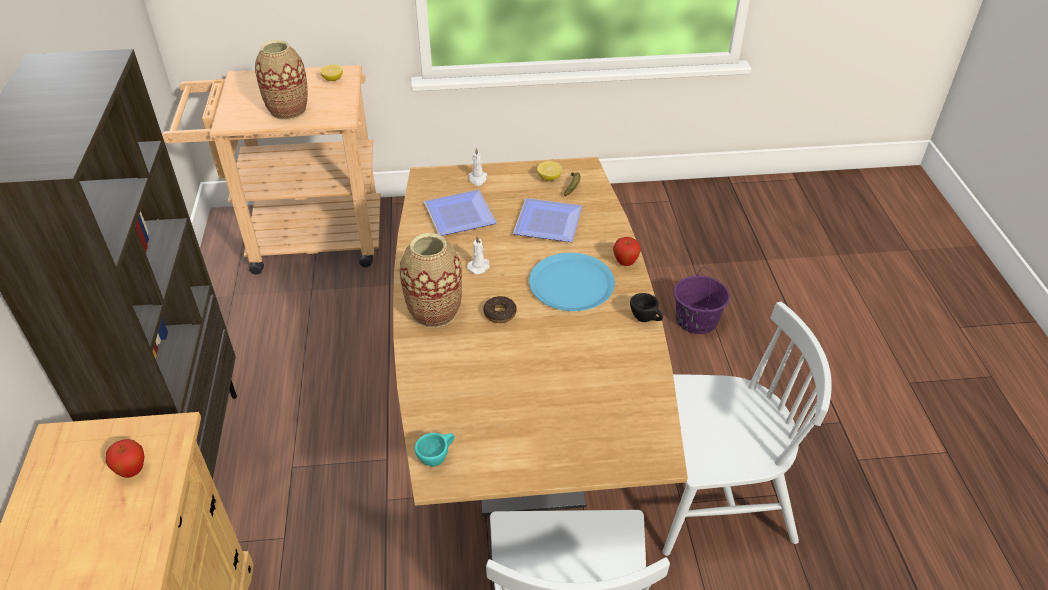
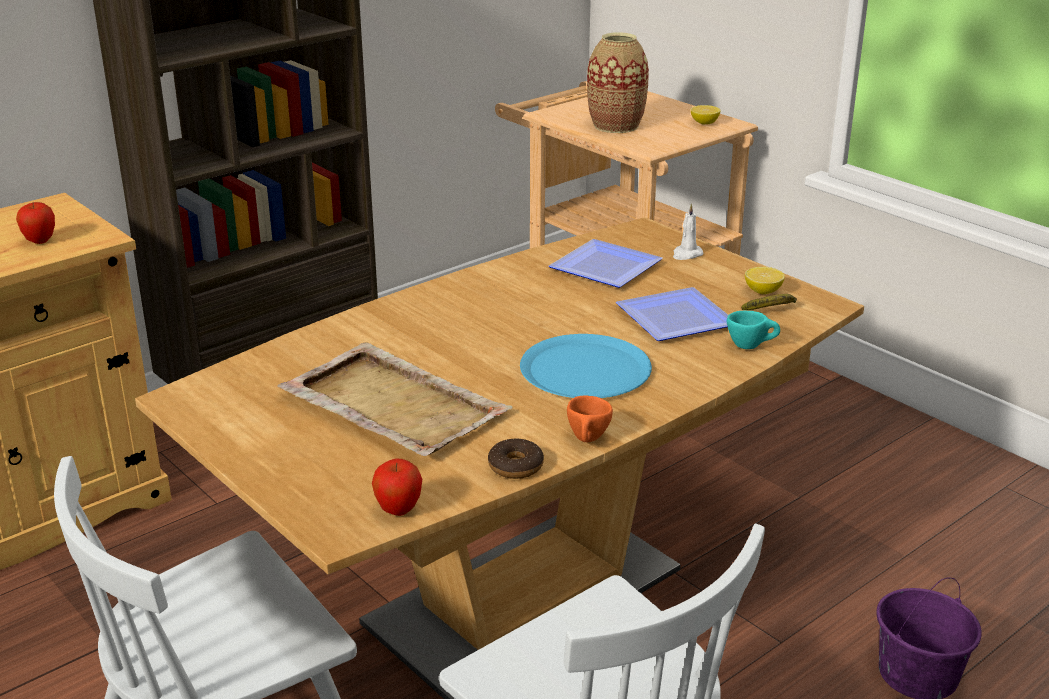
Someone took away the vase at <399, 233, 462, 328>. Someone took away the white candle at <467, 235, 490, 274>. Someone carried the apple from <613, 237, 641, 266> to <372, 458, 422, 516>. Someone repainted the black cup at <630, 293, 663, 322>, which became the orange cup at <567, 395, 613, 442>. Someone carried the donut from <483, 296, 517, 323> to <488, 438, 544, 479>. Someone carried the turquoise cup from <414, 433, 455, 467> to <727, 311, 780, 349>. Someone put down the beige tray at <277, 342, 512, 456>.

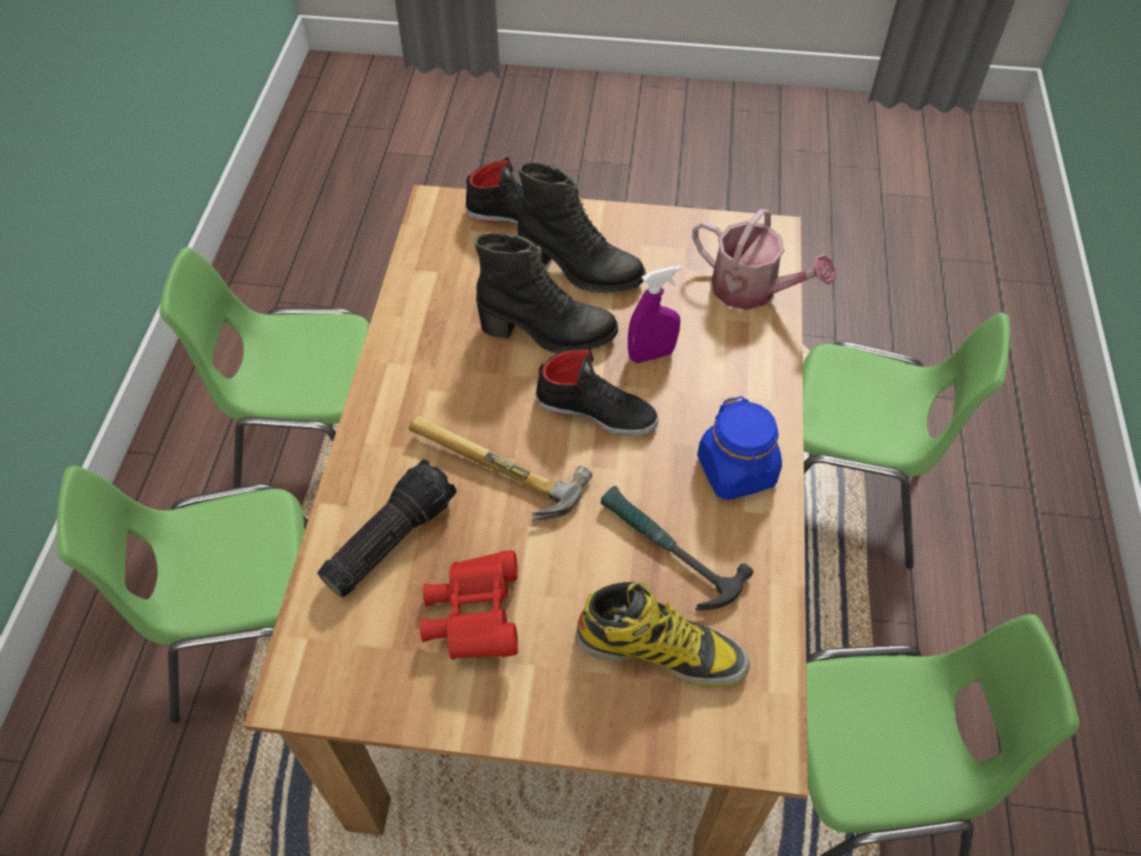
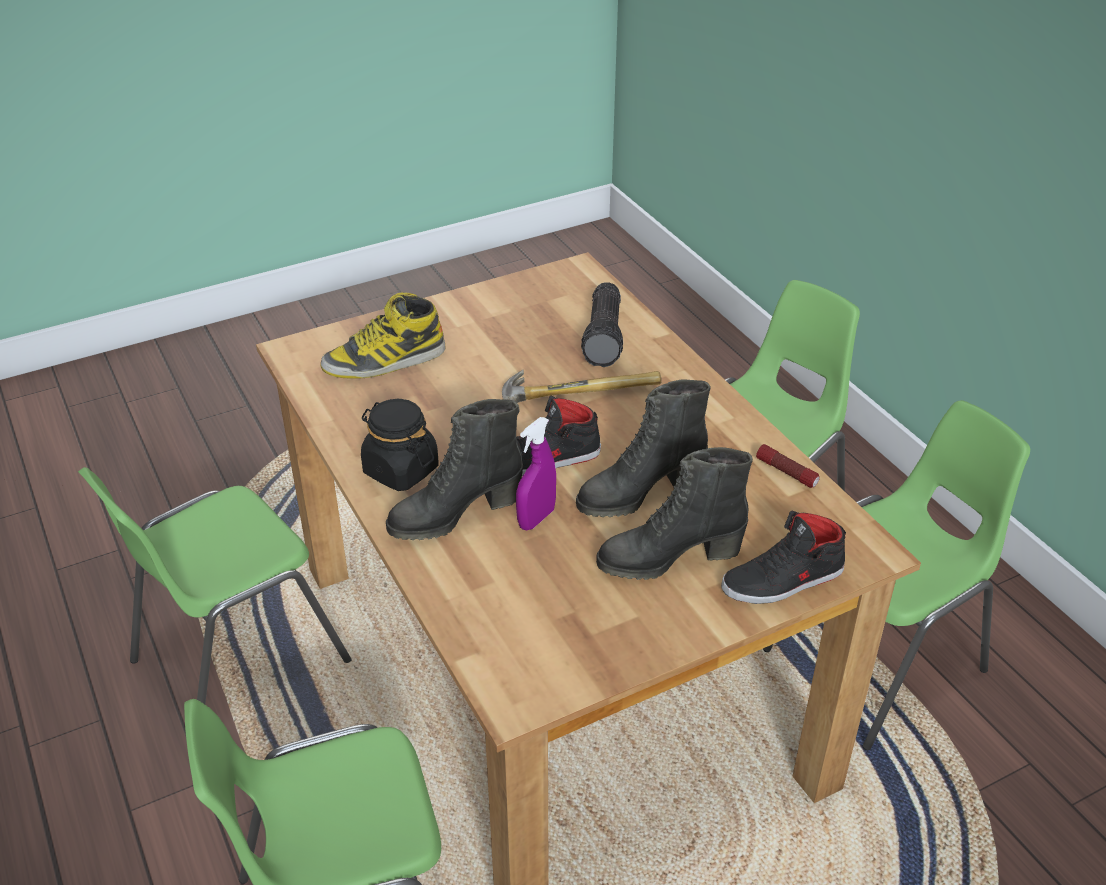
Someone took away the watering can at <692, 209, 836, 310>. Someone repainted the blue jar at <697, 396, 782, 500>, which became the black jar at <361, 399, 439, 491>. Someone took away the hammer at <601, 486, 753, 611>. Someone took away the red binoculars at <420, 550, 518, 659>. Someone put down the black boot at <386, 399, 523, 540>. Someone put down the flashlight at <756, 444, 820, 488>.

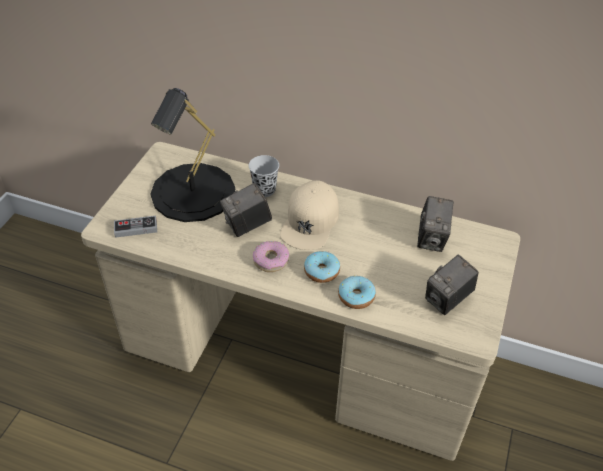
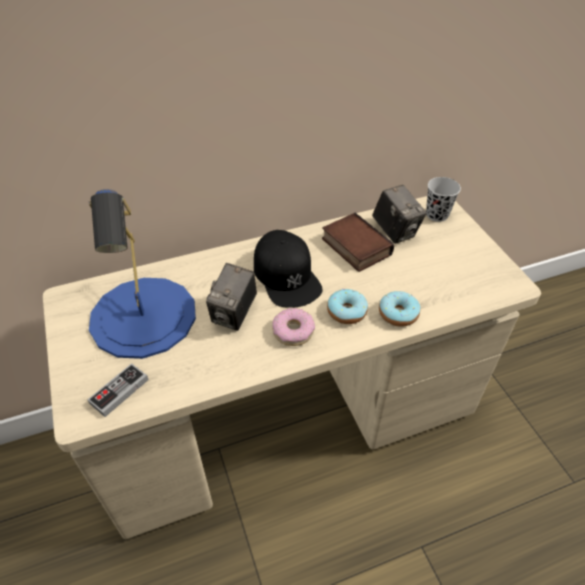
Someone repainted the black table lamp at <150, 88, 235, 222>, which became the blue table lamp at <89, 189, 196, 359>. Someone carried the black cup from <249, 155, 279, 197> to <426, 177, 461, 222>. Someone repainted the beige cap at <280, 180, 339, 250>, which became the black cap at <254, 230, 323, 308>. Someone took away the photo camera at <425, 254, 479, 315>. Someone put down the book at <322, 213, 394, 272>.

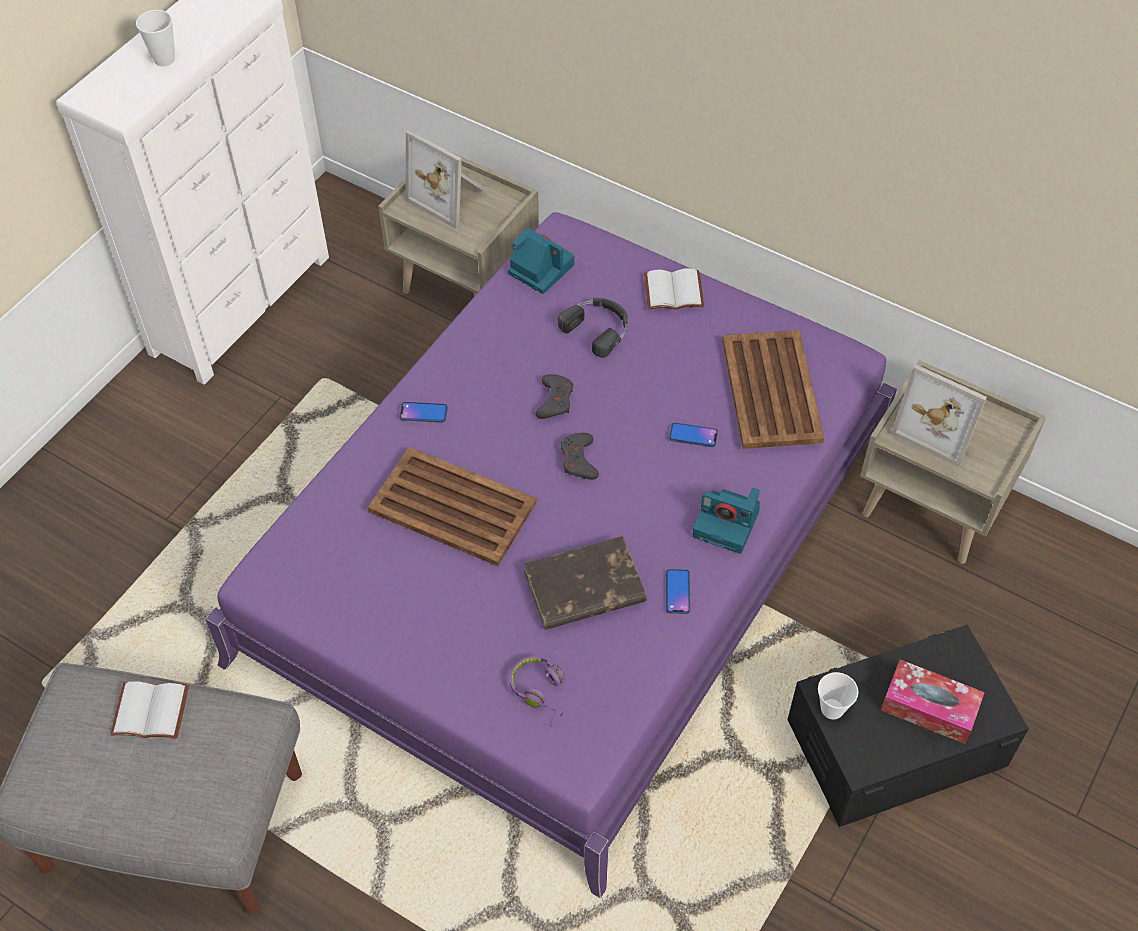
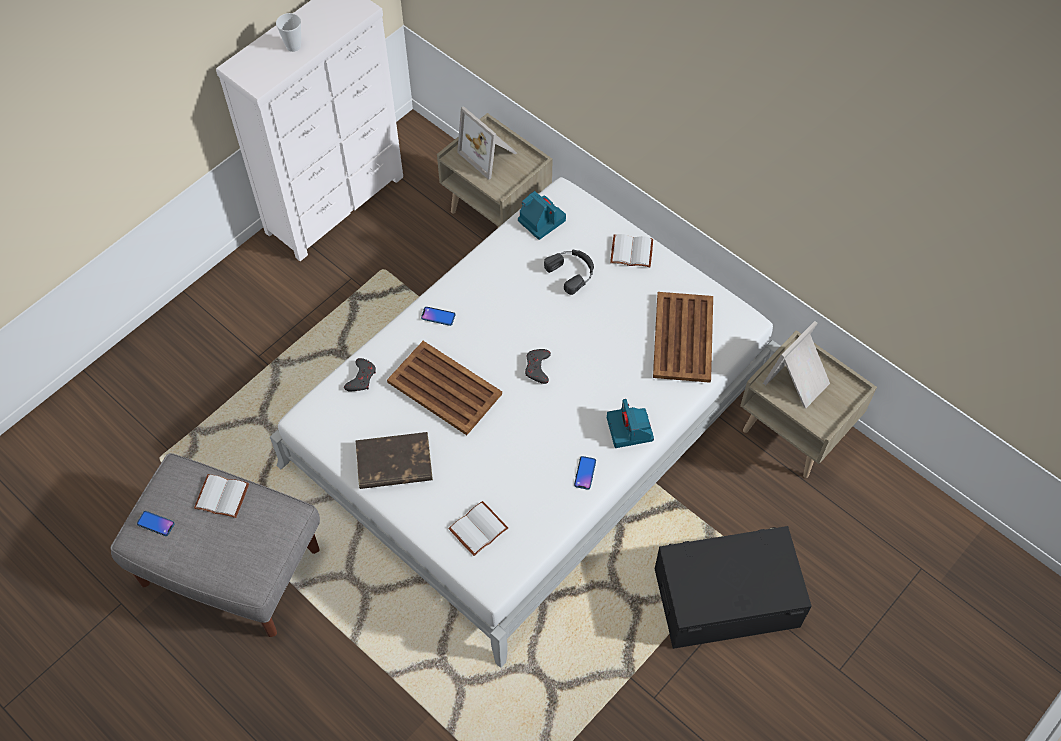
Someone repainted the purple bed at <206, 212, 897, 898>, which became the white bed at <270, 177, 781, 668>. Someone rotated the picture frame at <891, 364, 987, 467> by 90 degrees clockwise. Someone carried the grey game controller from <535, 374, 573, 419> to <344, 358, 376, 391>. Someone carried the phone from <669, 422, 718, 447> to <137, 511, 175, 536>. Someone rotated the photo camera at <692, 488, 760, 554> by 45 degrees clockwise. Someone carried the brown book from <523, 536, 647, 630> to <356, 432, 433, 489>. Someone swapped the purple headphones at <510, 656, 564, 727> for the white book at <448, 501, 508, 556>. Someone took away the tissue box at <881, 659, 985, 744>. Someone took away the cup at <818, 672, 858, 720>.

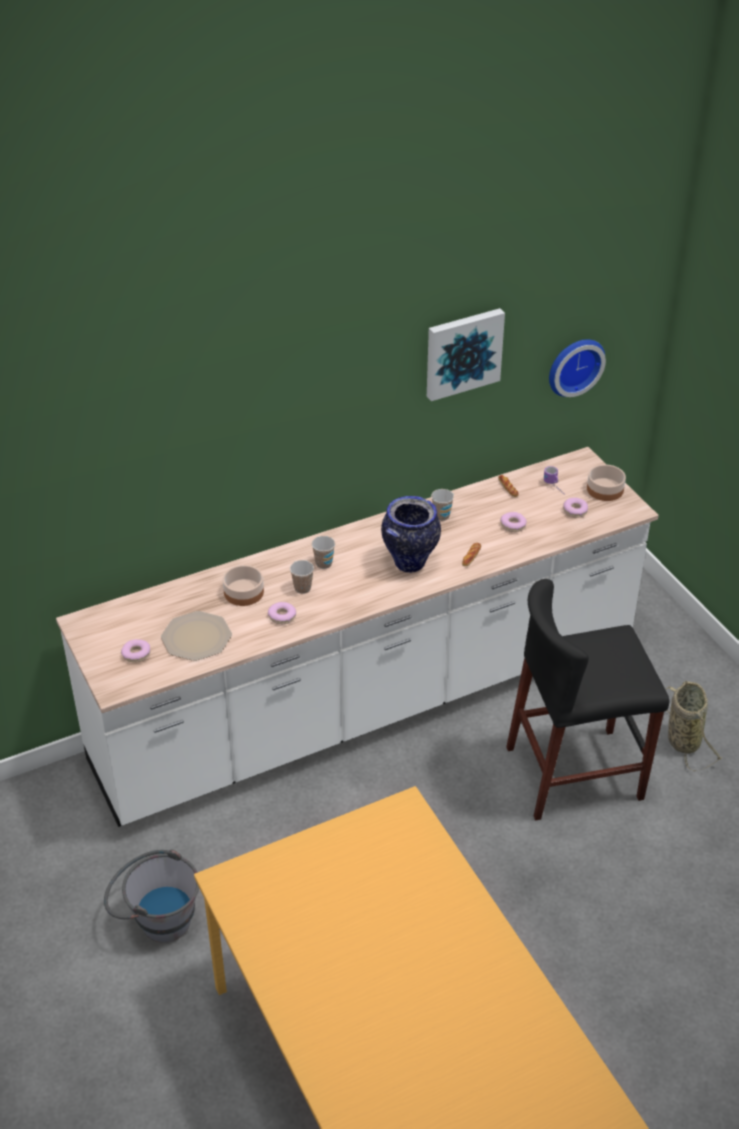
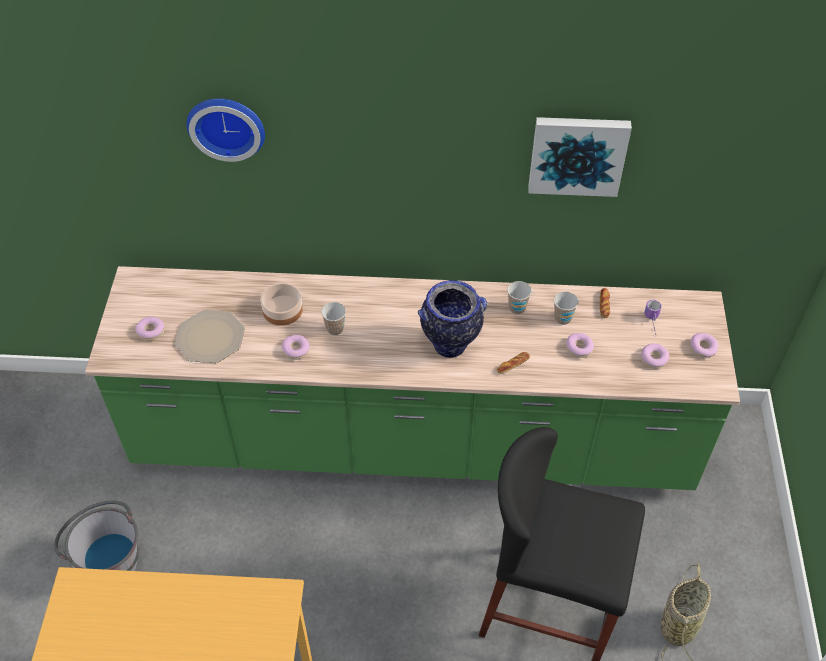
Someone carried the wall clock from <549, 339, 606, 397> to <186, 99, 265, 162>. Someone repainted the white counter at <56, 447, 659, 827>, which became the green counter at <85, 266, 740, 490>. Someone swapped the bowl at <587, 465, 626, 501> for the donut at <690, 333, 718, 358>. Someone carried the cup from <312, 536, 335, 569> to <554, 291, 578, 325>.

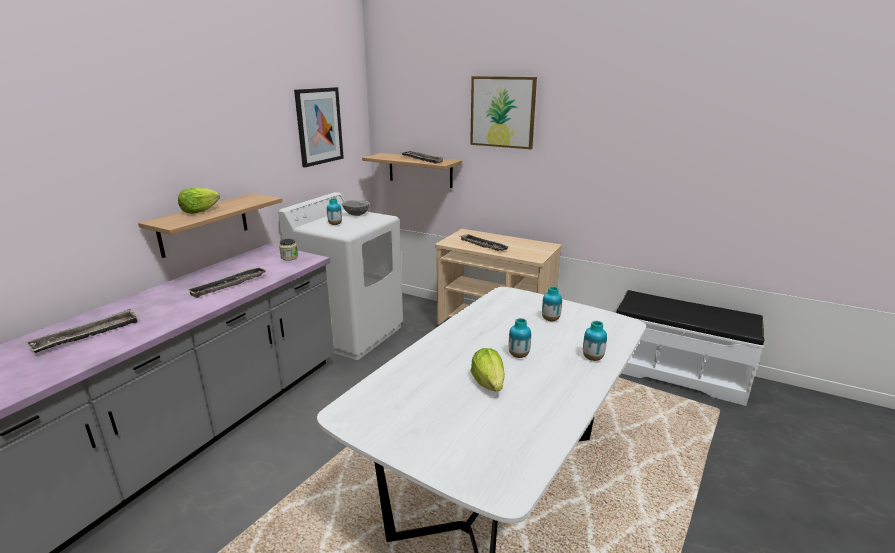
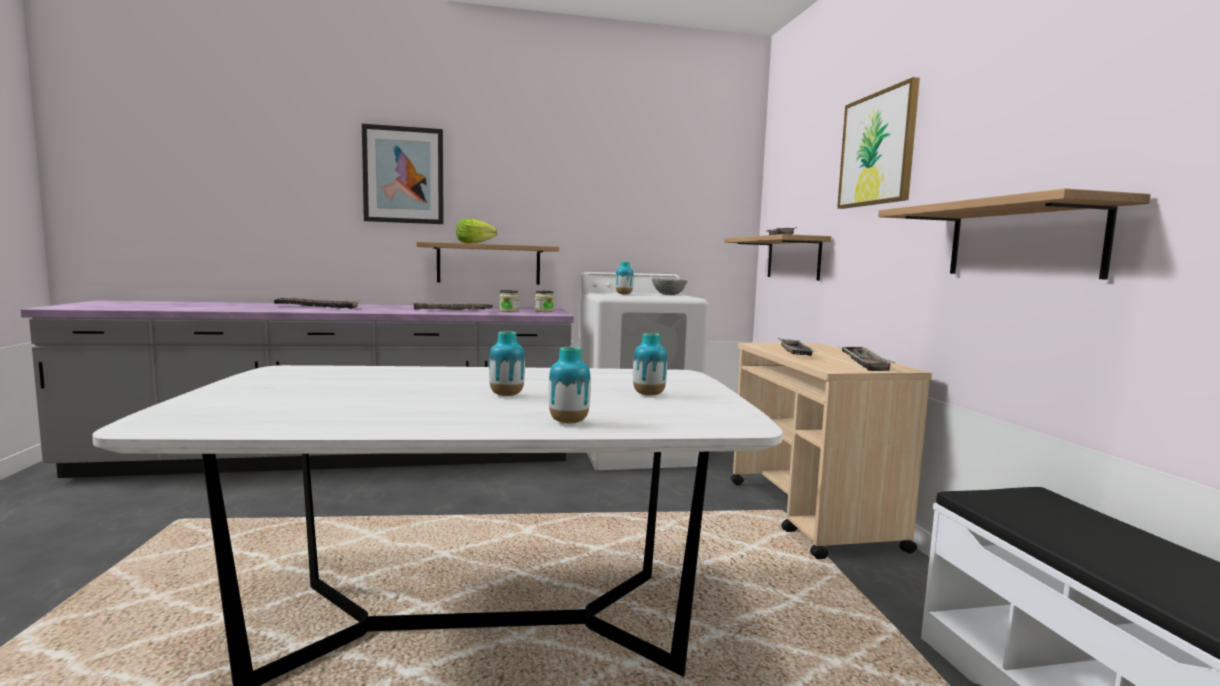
Someone carried the picture from <294, 87, 344, 167> to <362, 124, 444, 224>. Someone took away the lettuce at <471, 348, 505, 391>. Someone put up the shelf at <878, 188, 1151, 280>. Someone put down the jar at <499, 290, 519, 312>. Someone put down the tray at <838, 346, 895, 371>.

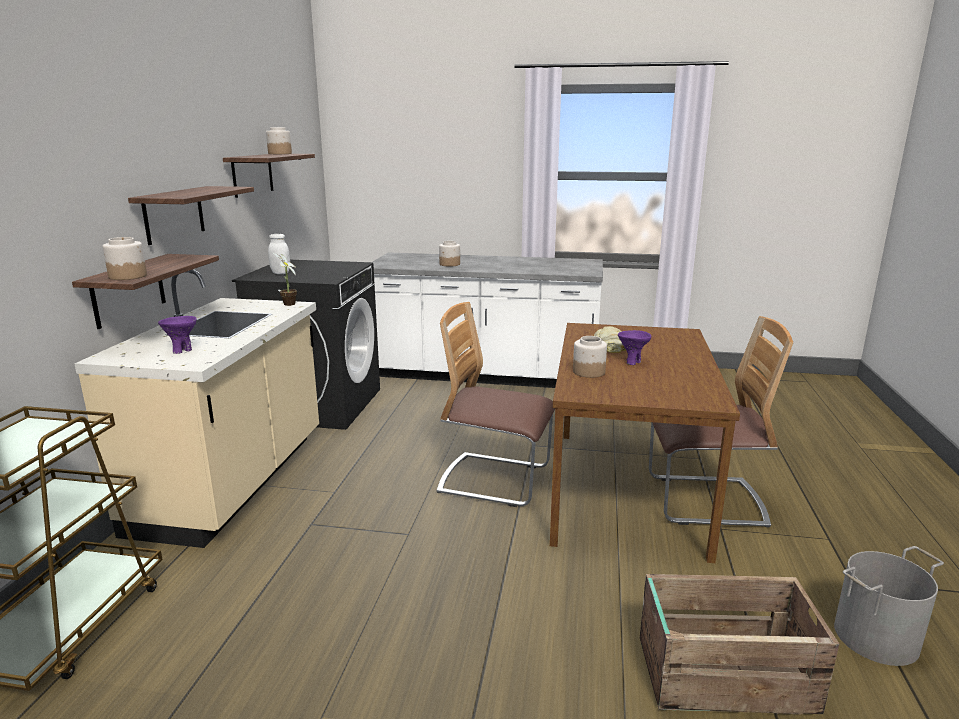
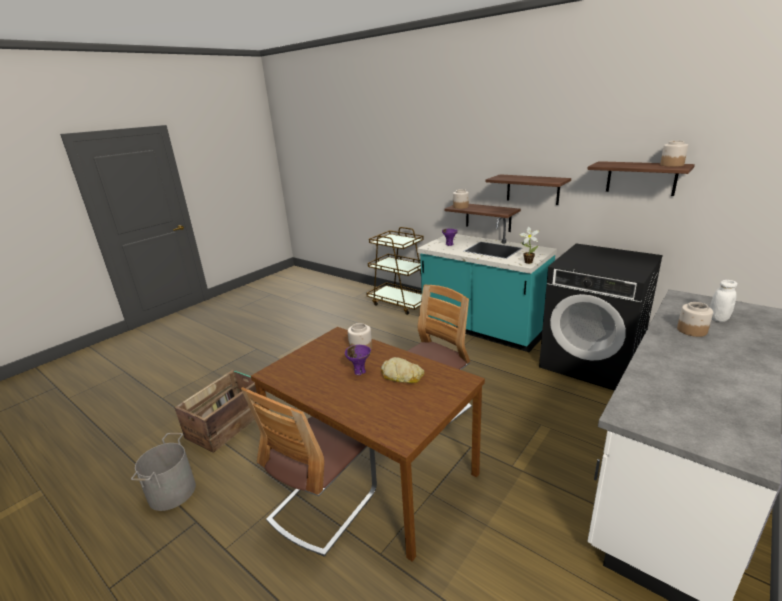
Someone carried the white jar from <268, 234, 290, 274> to <710, 280, 737, 322>. Someone repainted the beige counter at <74, 269, 319, 548>, which became the turquoise counter at <417, 217, 557, 352>.

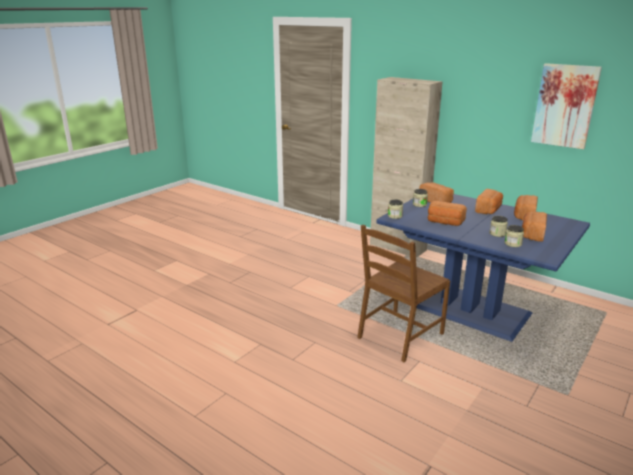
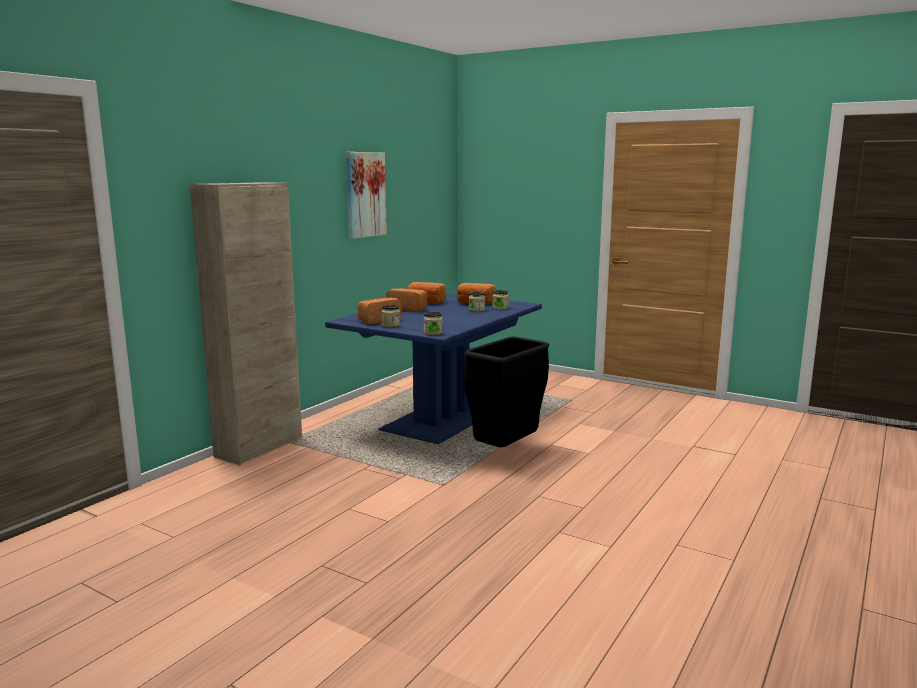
Someone took away the bread at <428, 201, 467, 226>. Someone swapped the brown chair at <357, 225, 450, 362> for the black trash can at <464, 336, 549, 447>.

